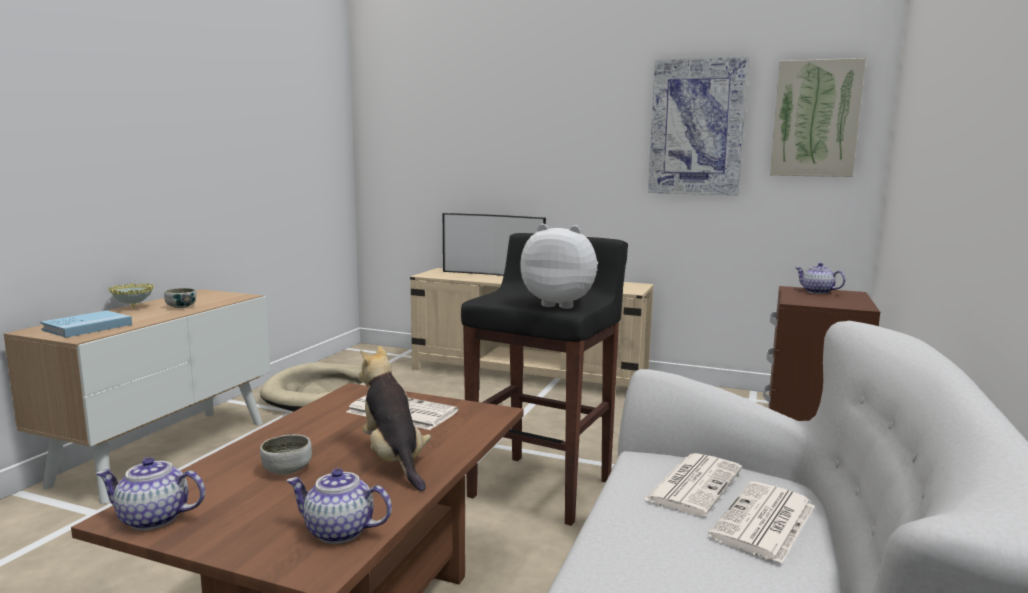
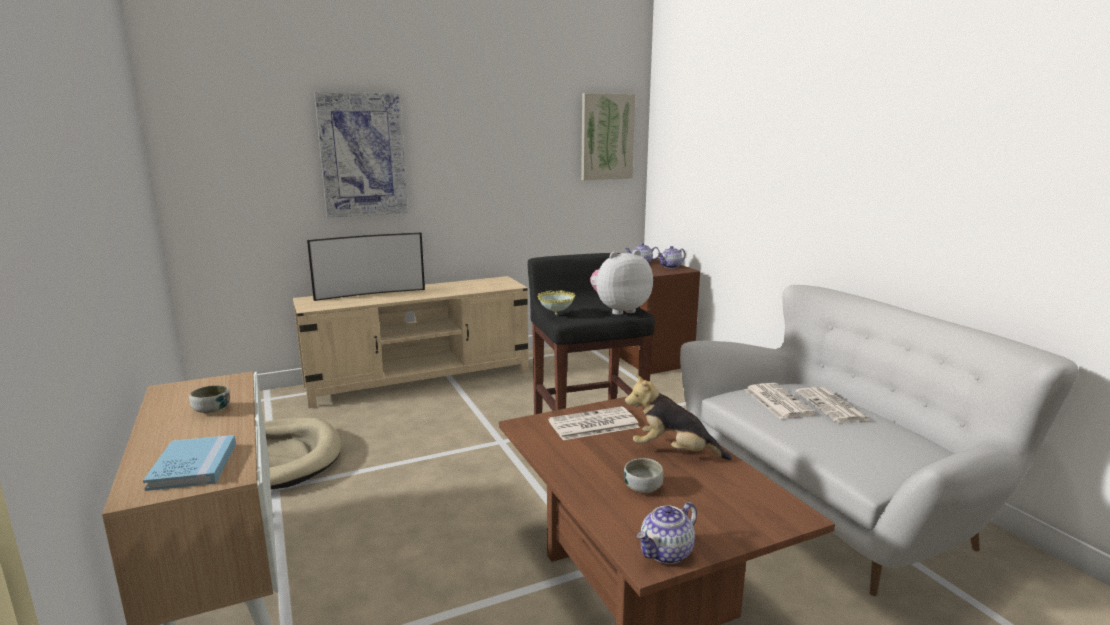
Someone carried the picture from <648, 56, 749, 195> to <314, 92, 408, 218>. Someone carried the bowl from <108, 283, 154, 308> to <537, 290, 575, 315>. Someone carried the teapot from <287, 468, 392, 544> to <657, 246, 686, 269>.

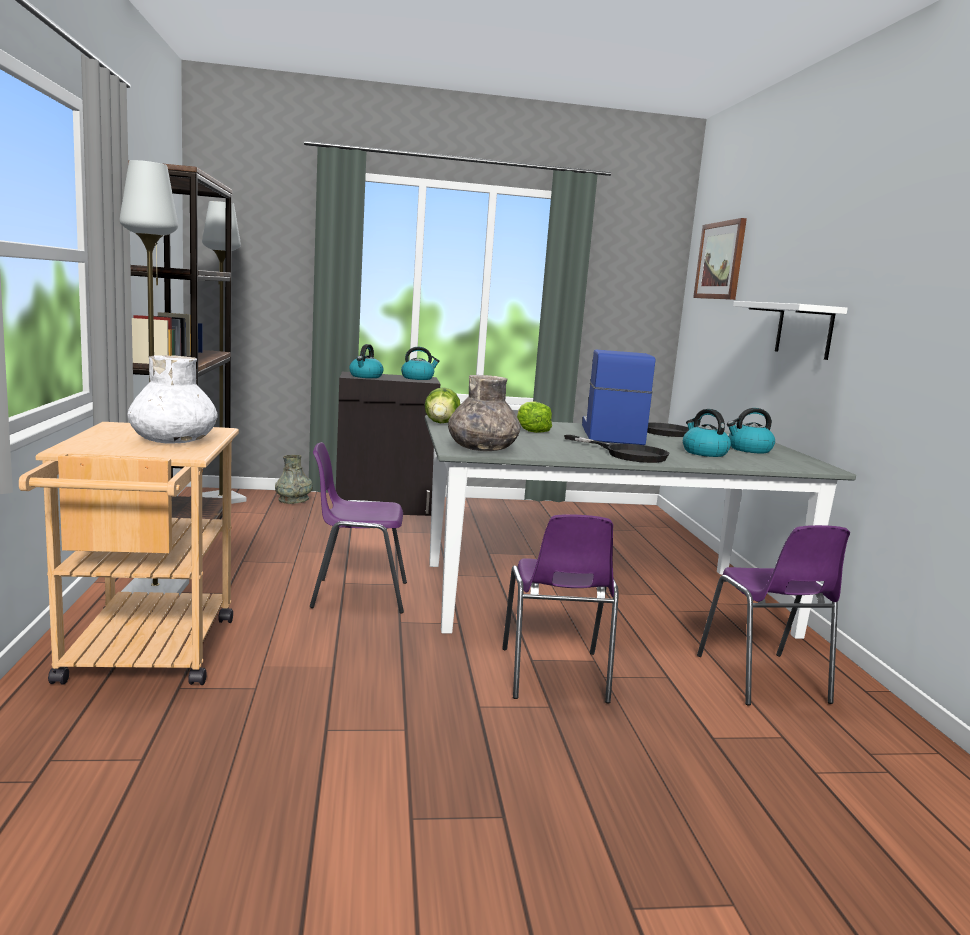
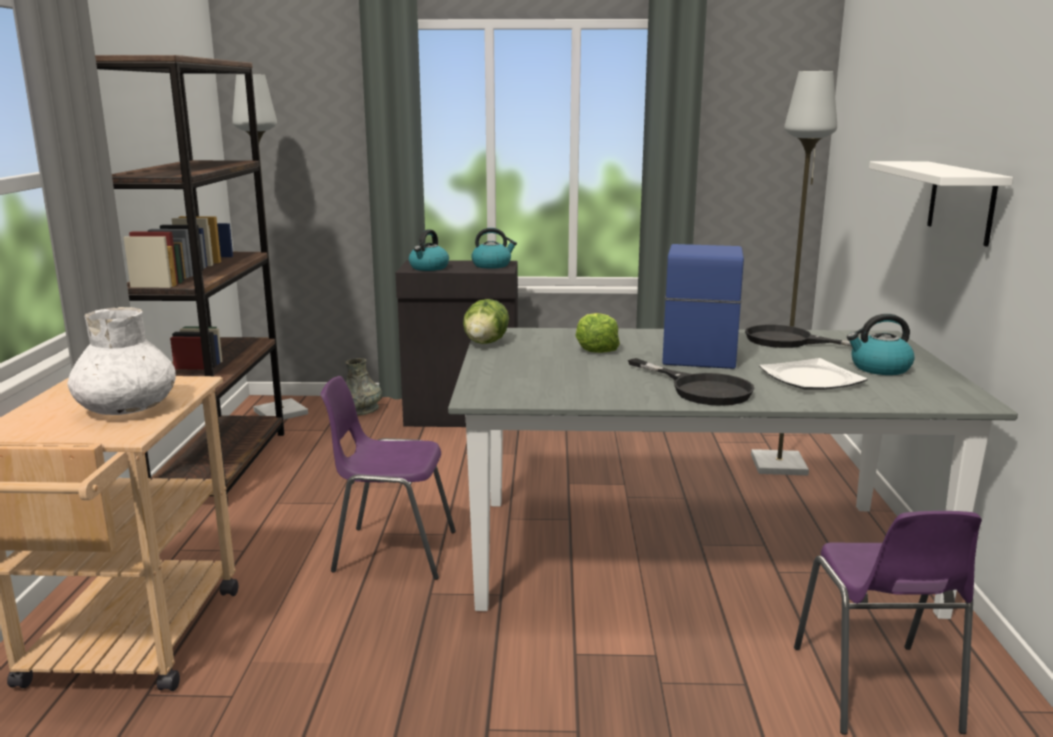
Someone carried the grey floor lamp from <120, 160, 189, 598> to <751, 71, 837, 476>. Someone took away the picture at <693, 218, 747, 300>. Someone took away the grey vase at <448, 375, 520, 451>. Someone swapped the kettle at <683, 409, 731, 457> for the plate at <759, 358, 868, 389>. Someone took away the purple chair at <502, 514, 619, 703>.

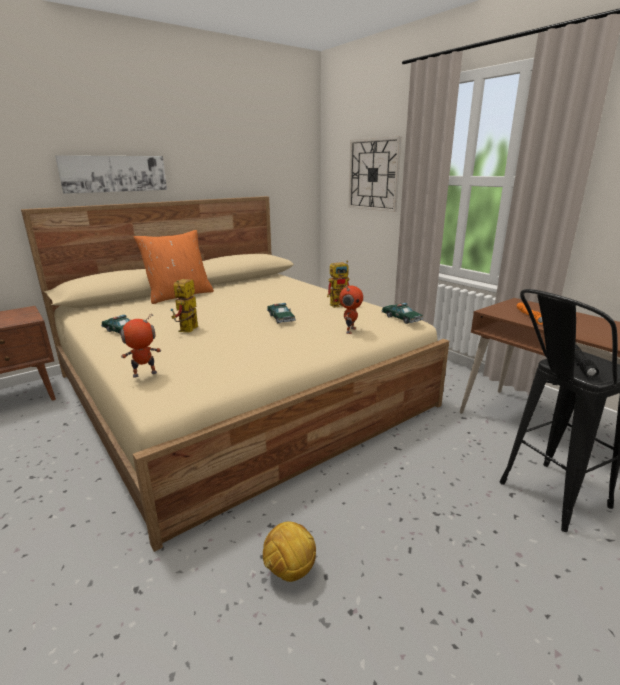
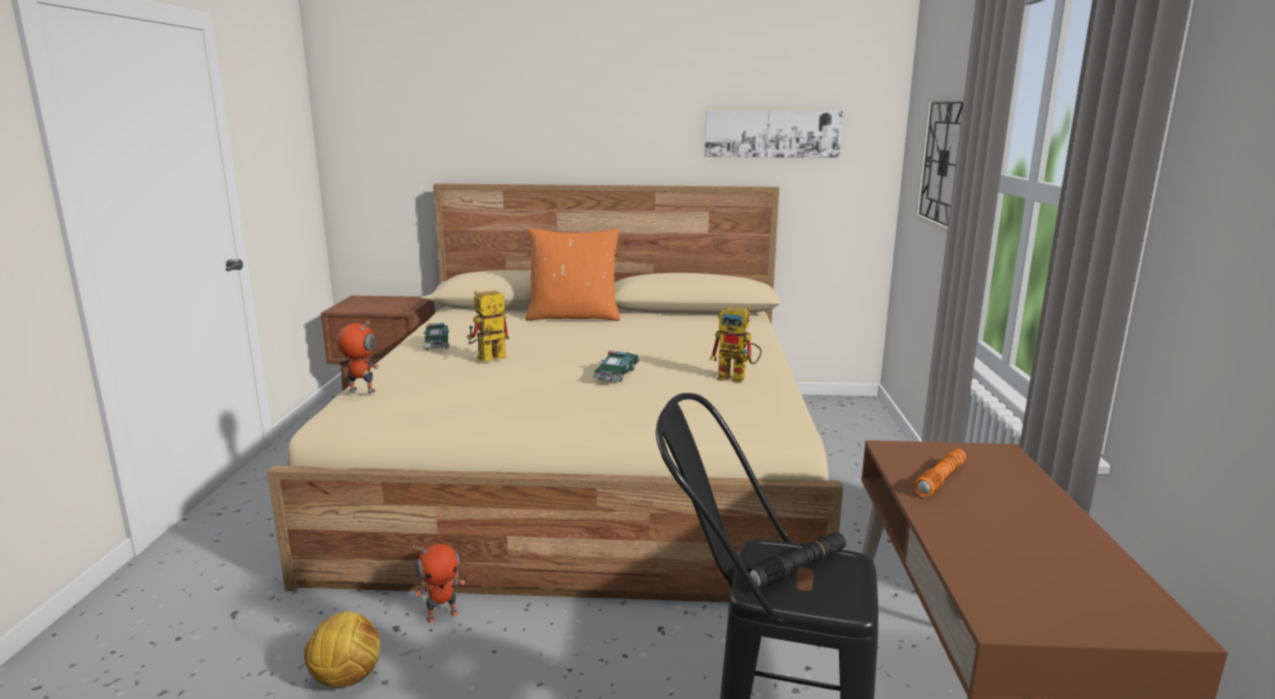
Someone carried the picture from <55, 155, 167, 194> to <705, 110, 843, 158>. Someone carried the toy robot from <339, 285, 363, 334> to <413, 543, 465, 623>. Someone took away the toy car at <381, 303, 423, 324>.

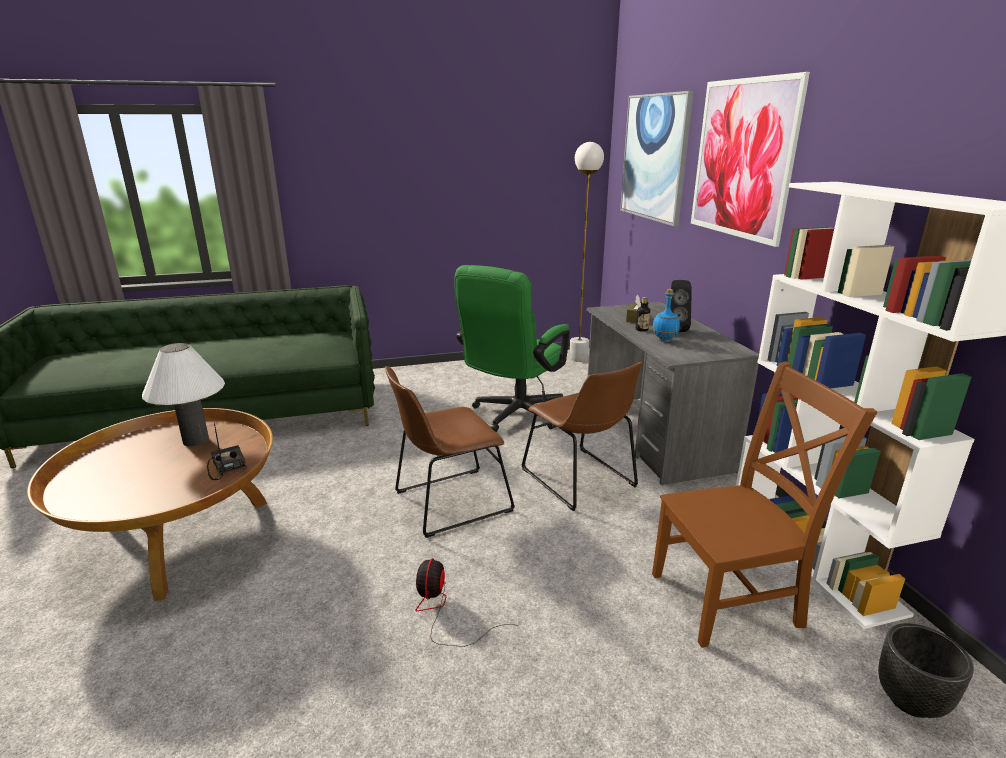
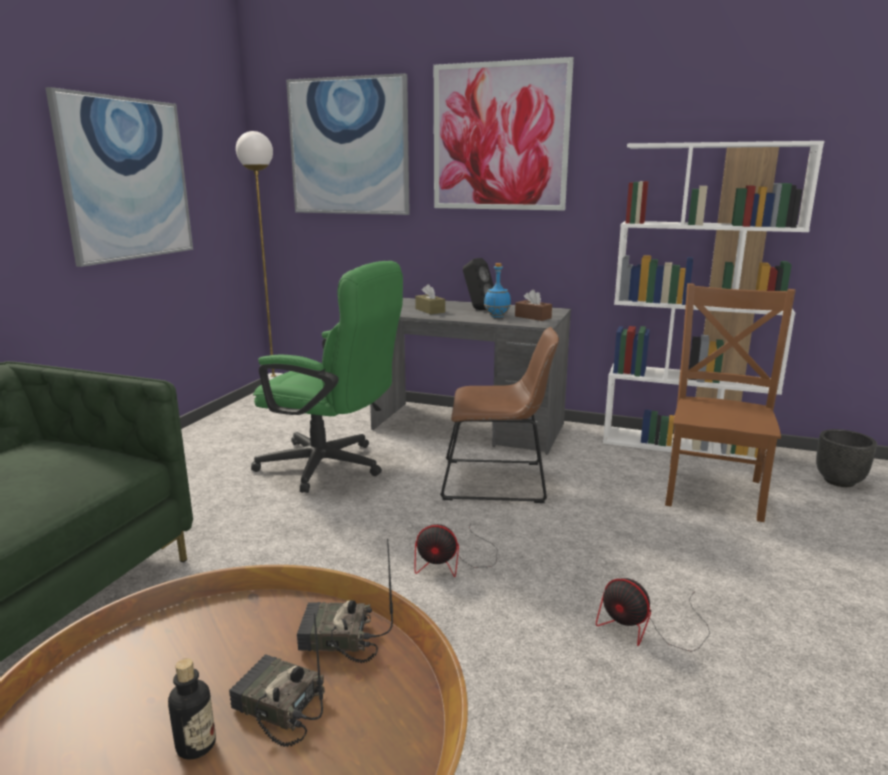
Someone rotated the green office chair at <454, 265, 570, 432> by 45 degrees counterclockwise. Someone carried the bottle from <636, 297, 650, 332> to <168, 658, 216, 760>. Someone took away the white table lamp at <142, 343, 225, 446>. Someone swapped the brown chair at <385, 366, 515, 538> for the fan at <414, 523, 497, 577>. Someone put up the picture at <45, 87, 193, 267>. Someone put down the brown tissue box at <515, 289, 552, 321>. Someone put down the radio at <229, 612, 325, 747>.

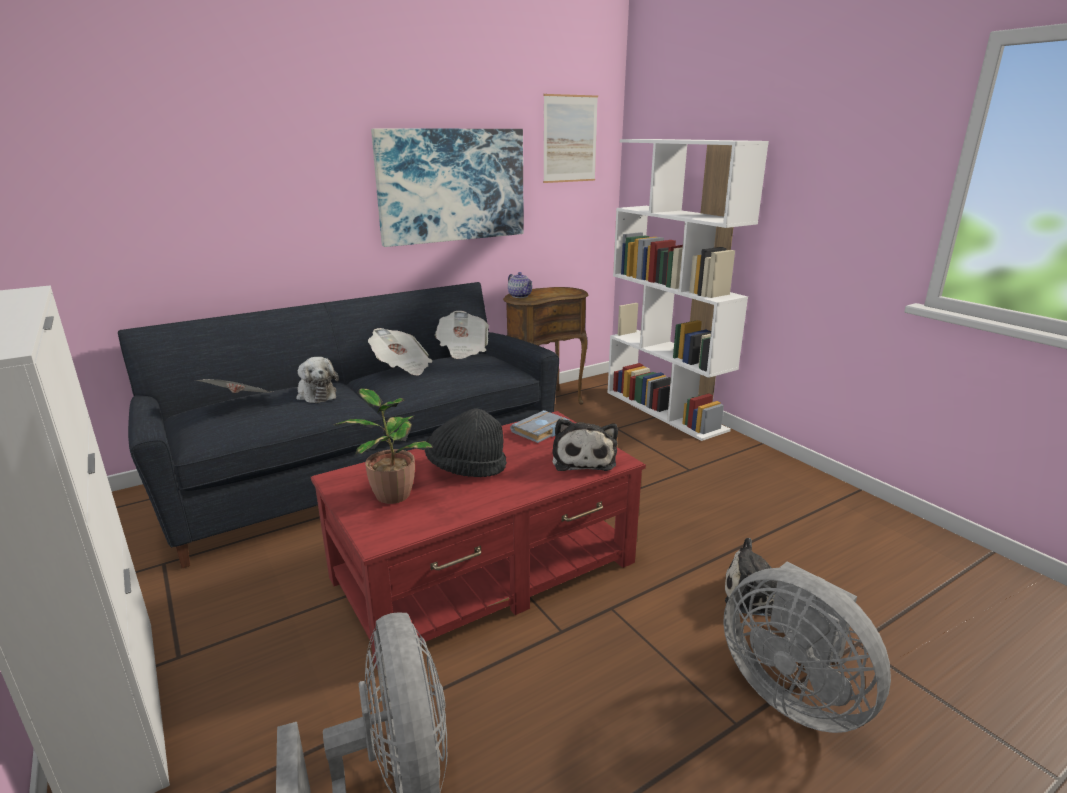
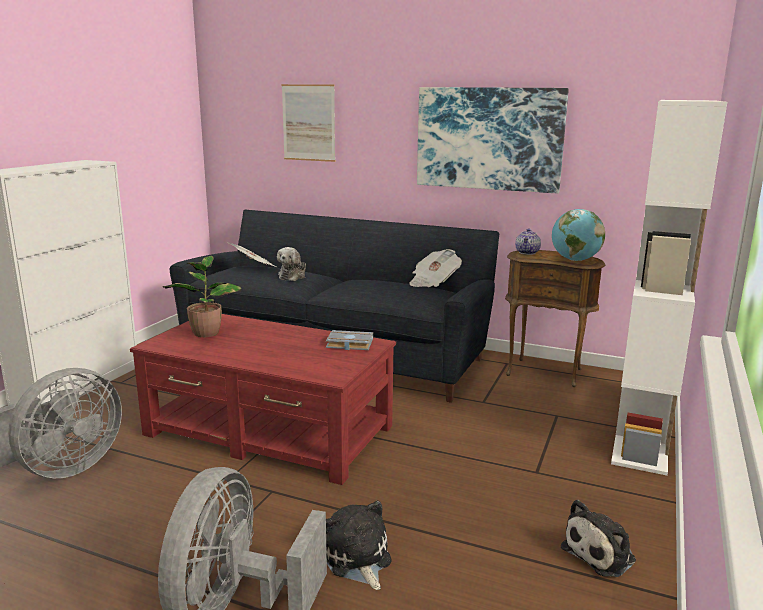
Someone carried the picture from <543, 94, 598, 183> to <282, 84, 336, 162>. Someone took away the newspaper at <368, 328, 433, 376>. Someone took away the black hat at <425, 409, 507, 477>. Someone carried the plush toy from <552, 418, 618, 471> to <561, 500, 636, 577>. Someone put down the globe at <552, 209, 605, 261>.

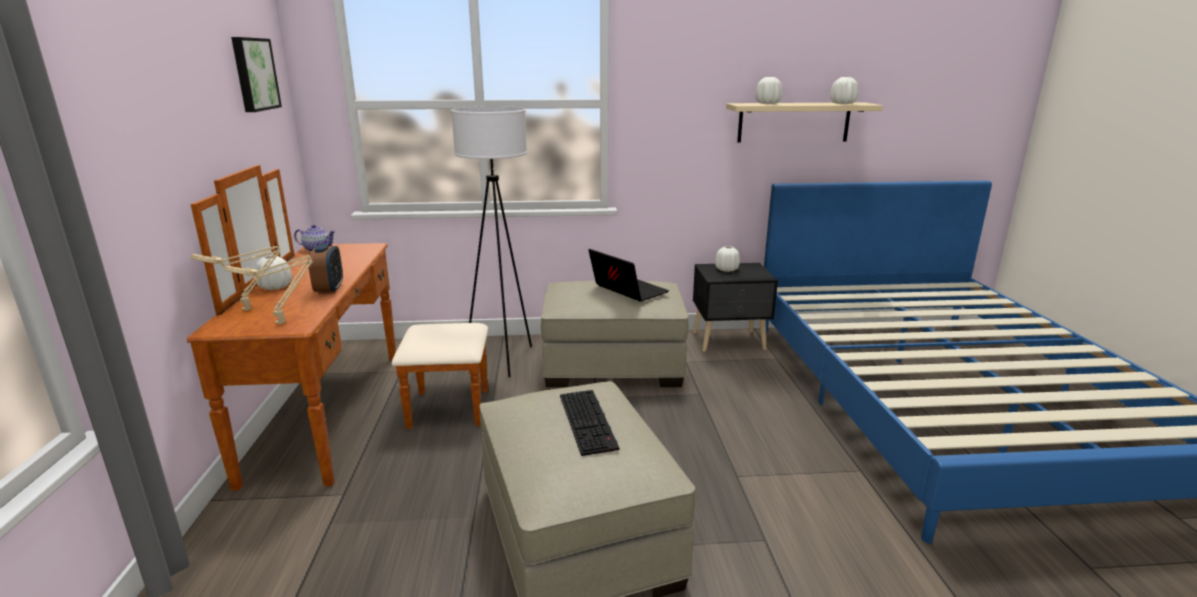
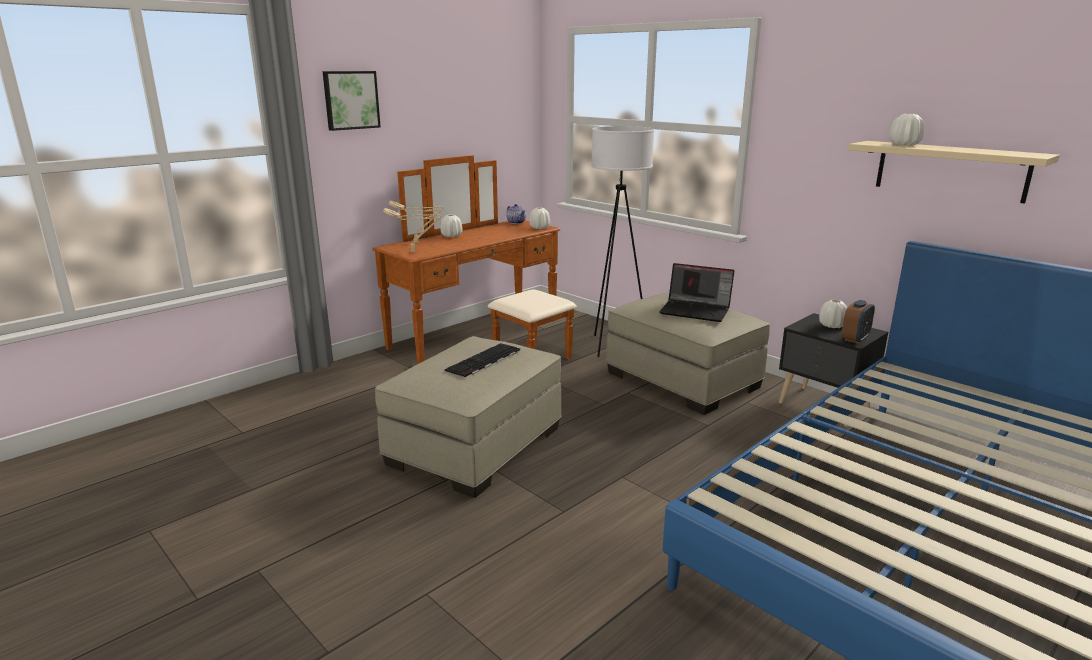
Someone carried the picture from <231, 37, 282, 112> to <322, 71, 381, 131>. Someone carried the white vase from <830, 77, 858, 104> to <529, 207, 550, 229>. Someone carried the alarm clock from <308, 244, 343, 294> to <842, 300, 875, 344>. Someone rotated the laptop at <588, 249, 669, 302> by 105 degrees clockwise.

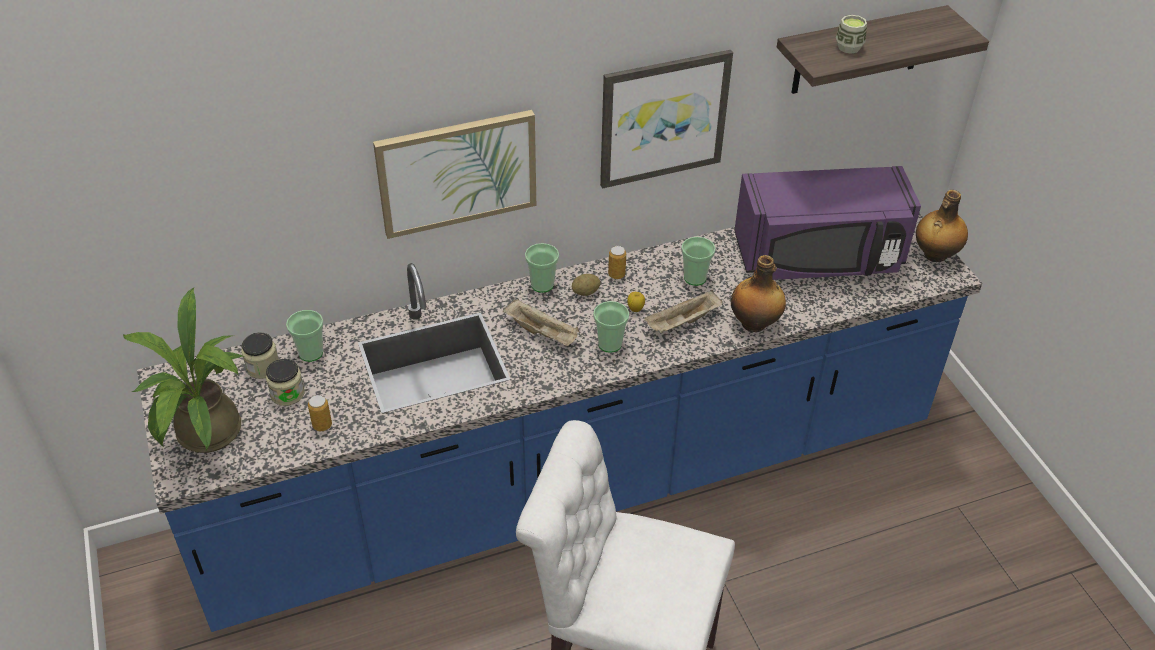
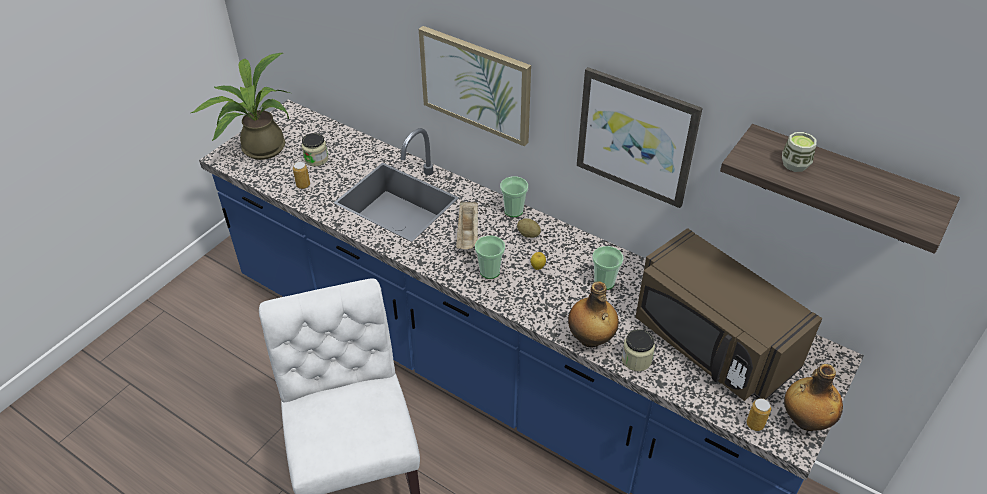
Someone repainted the purple microwave at <735, 166, 921, 280>, which became the brown microwave at <636, 228, 822, 401>. Someone carried the can from <608, 246, 626, 279> to <746, 398, 771, 431>. Someone took away the beige tray at <645, 290, 722, 333>. Someone took away the cup at <286, 310, 324, 362>. Someone carried the jar from <242, 332, 279, 379> to <622, 329, 655, 371>.

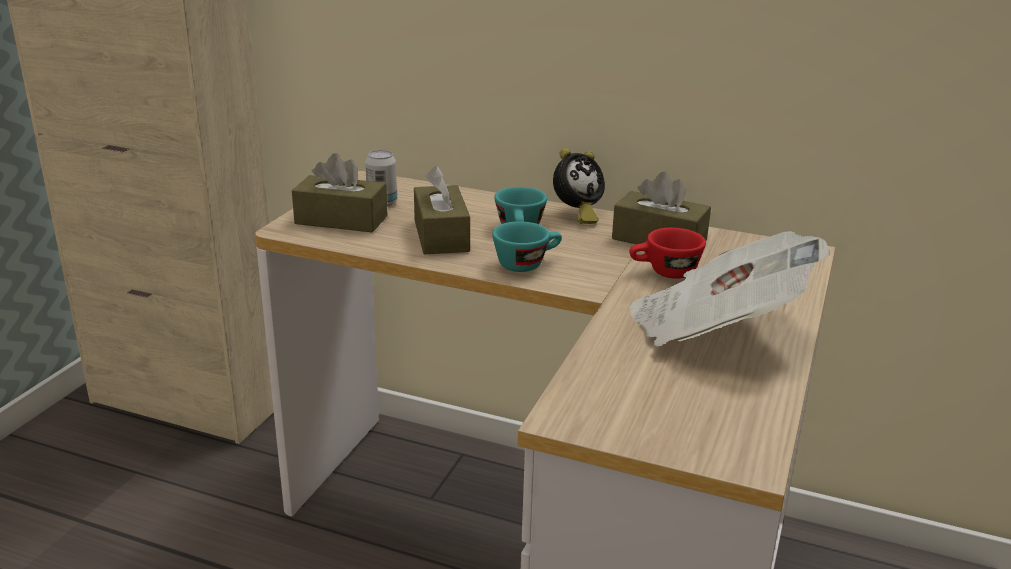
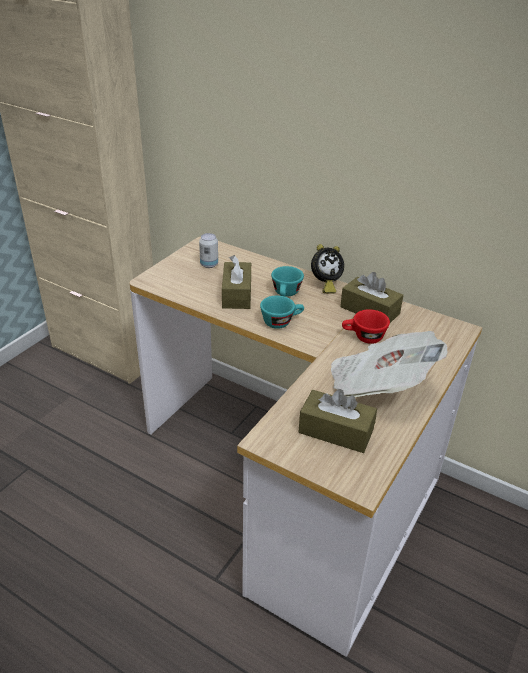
Someone carried the brown tissue box from <292, 153, 388, 232> to <299, 389, 377, 453>.

